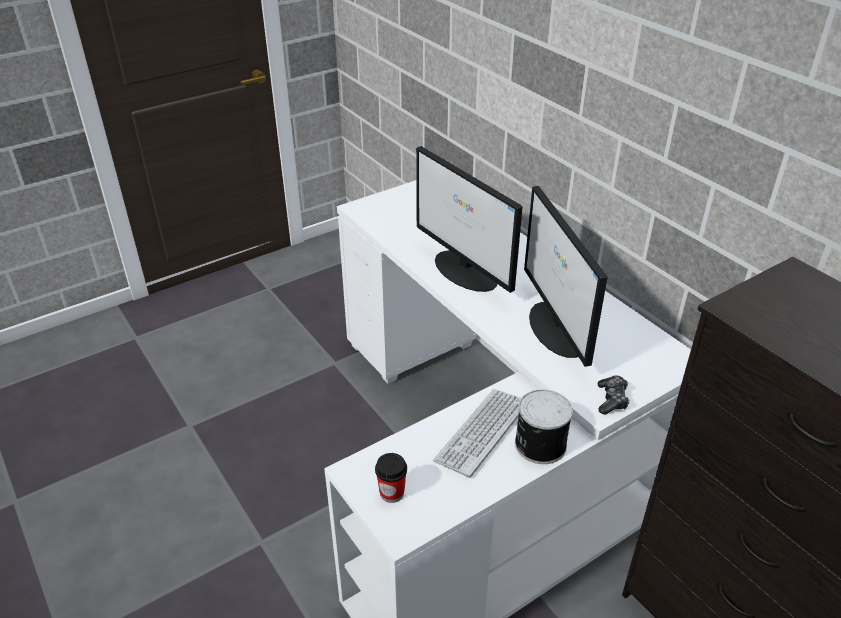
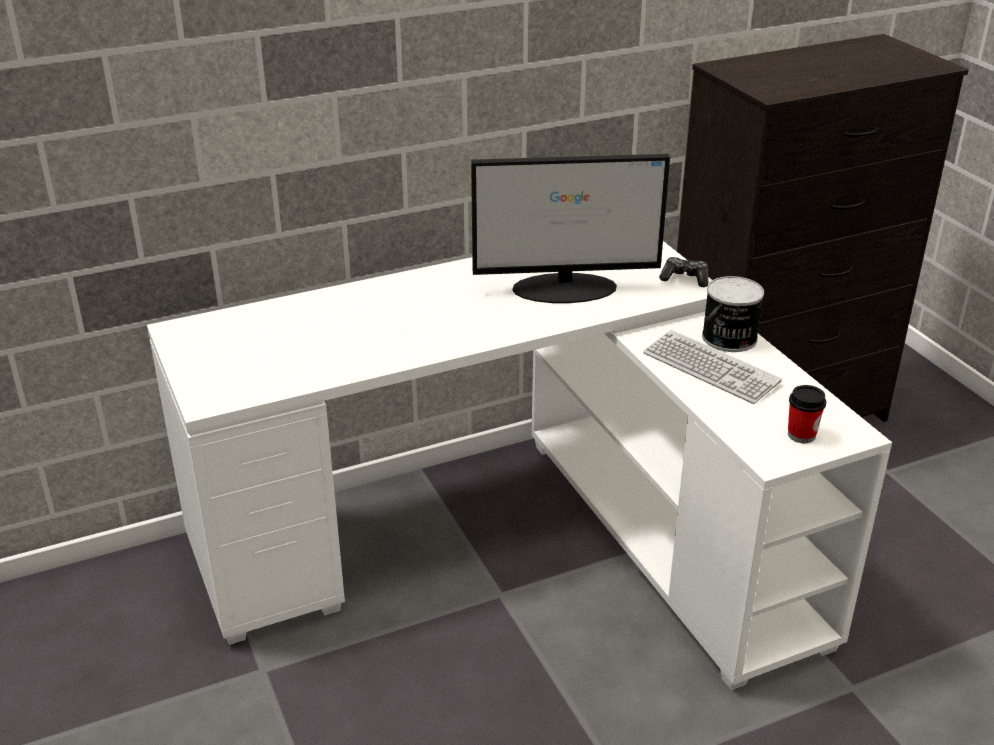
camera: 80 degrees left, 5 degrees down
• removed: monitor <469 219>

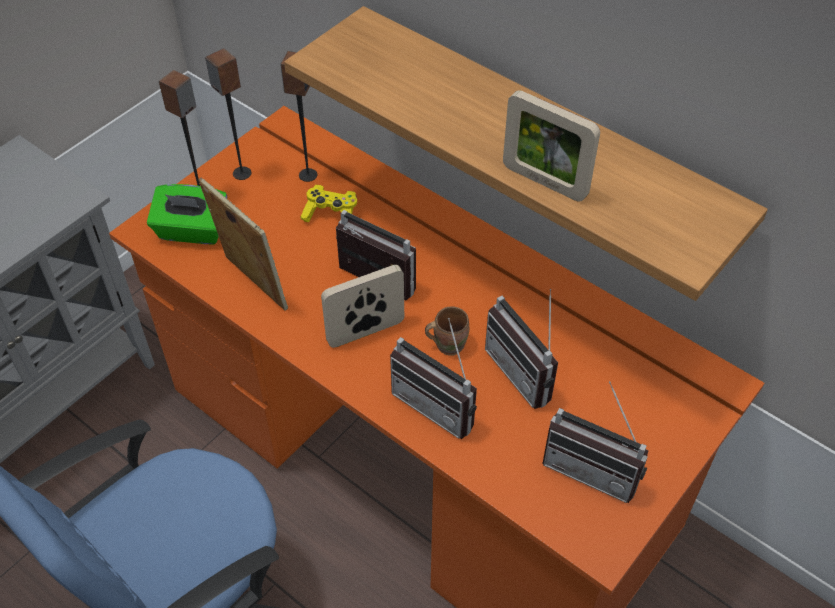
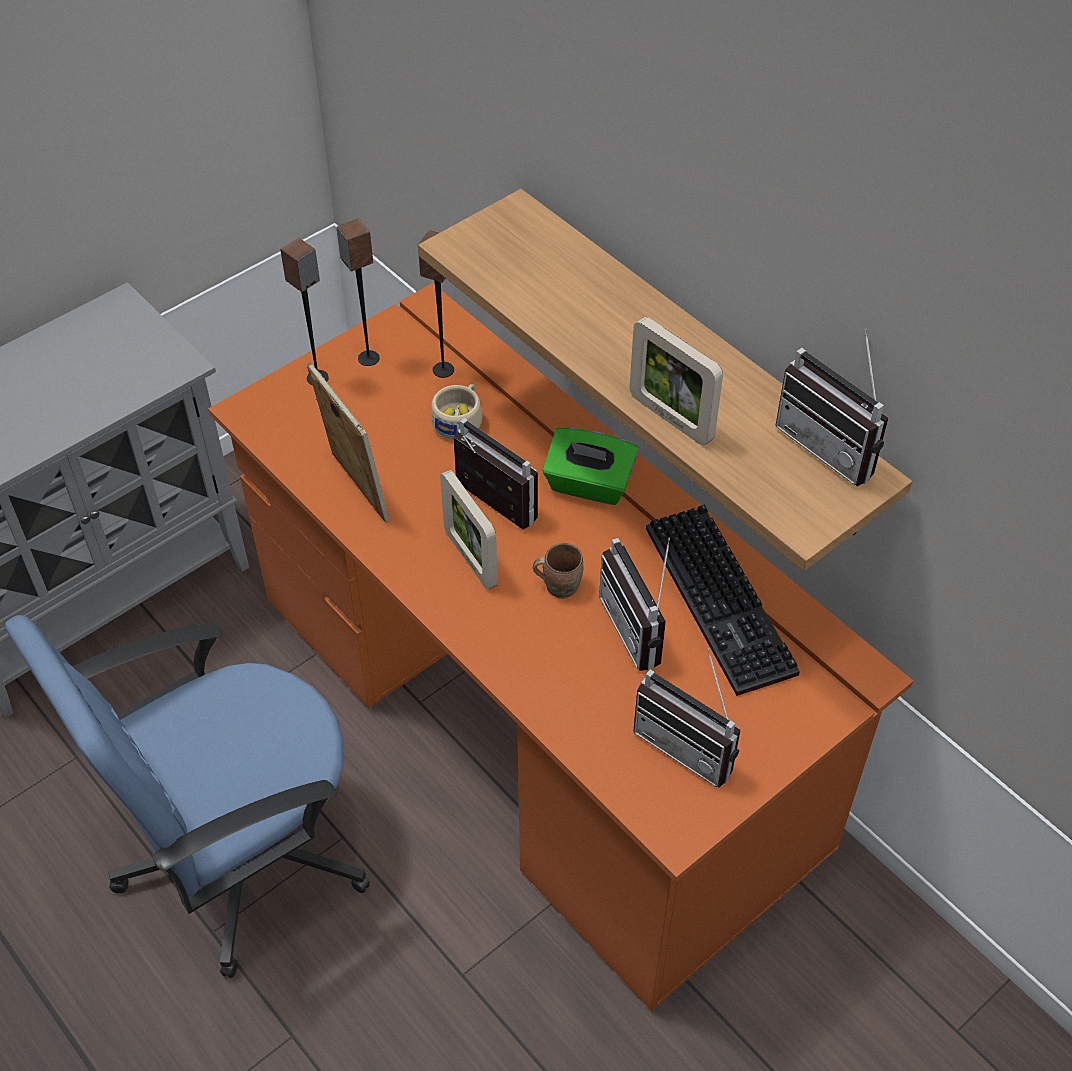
camera: 10 degrees right, 0 degrees up
• moved: green tissue holder <187 214> to <590 466>
• replaced: yellow-coloured game controller <328 203> to beige drinking cup <457 412>
• turned: photo frame <362 306> = <469 530> 105 degrees counterclockwise
• moved: radio set <433 378> to <831 407>
• added: PC keyboard <723 600>

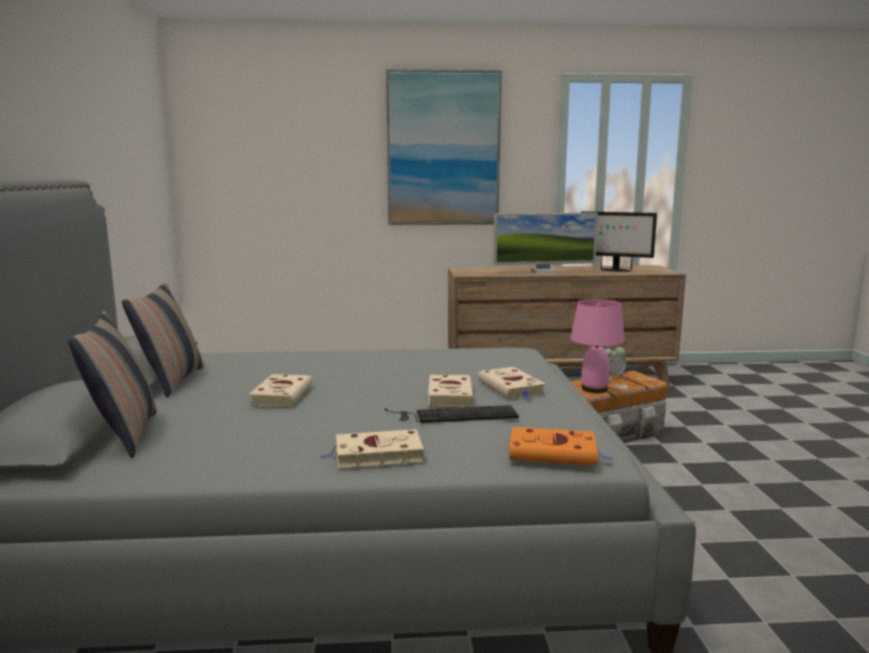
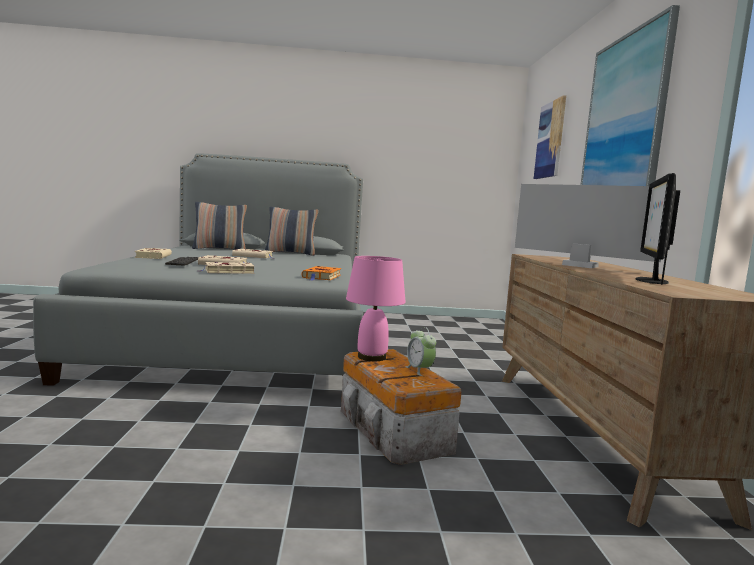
camera: 90 degrees right, 5 degrees down
• turned: monitor <545 243> = <588 226> 135 degrees clockwise
• moved: orange-coloured book <560 446> to <321 273>
• added: wall art <550 137>

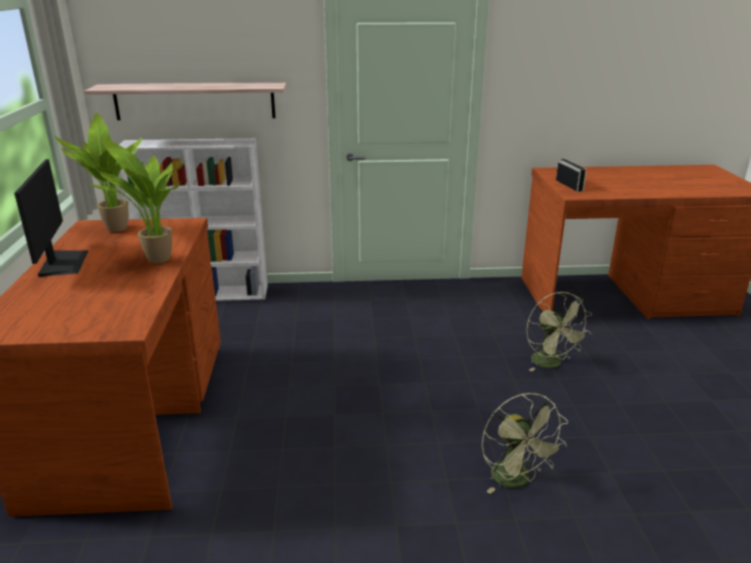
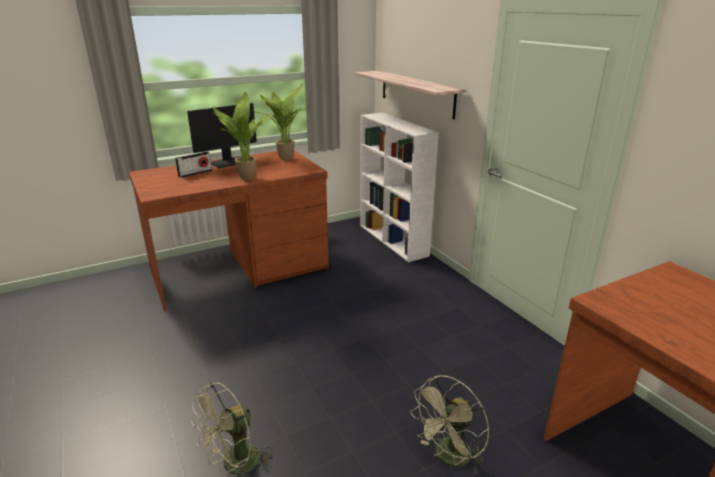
camera: 65 degrees right, 0 degrees up
• moved: radio set <571 175> to <193 164>

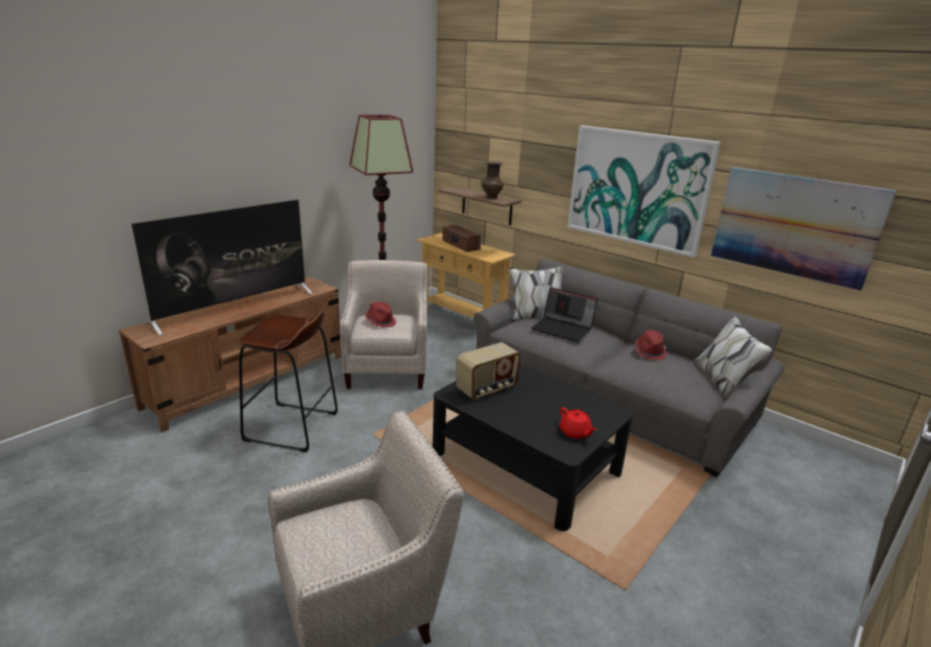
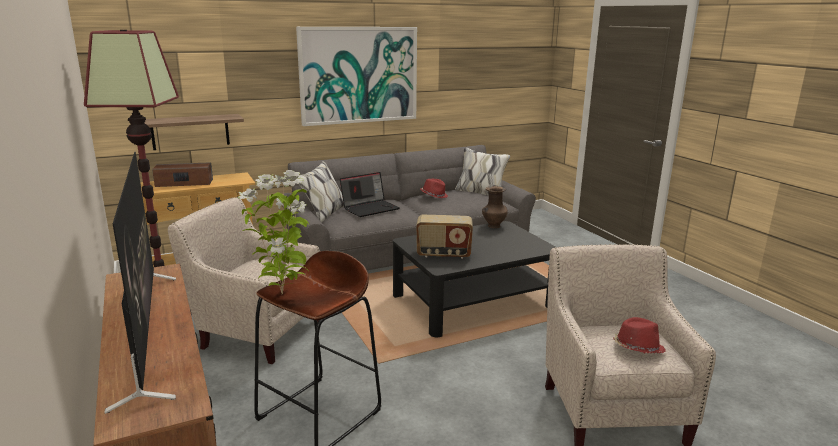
camera: 65 degrees left, 5 degrees down
• moved: brownish flower vase <492 180> to <495 207>
• removed: wall art <804 229>
• moved: red wearable hat <380 315> to <640 335>
• turned: radio set <488 371> = <444 236> 105 degrees clockwise
• removed: red pot for tea <578 423>
• added: potted plant <273 232>

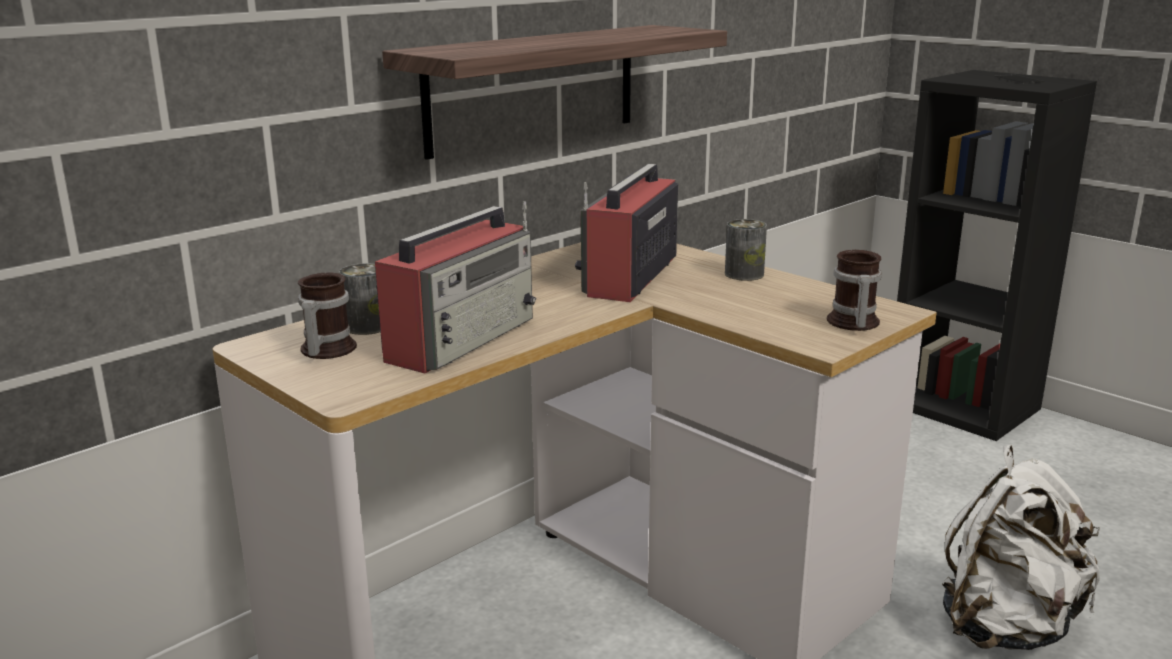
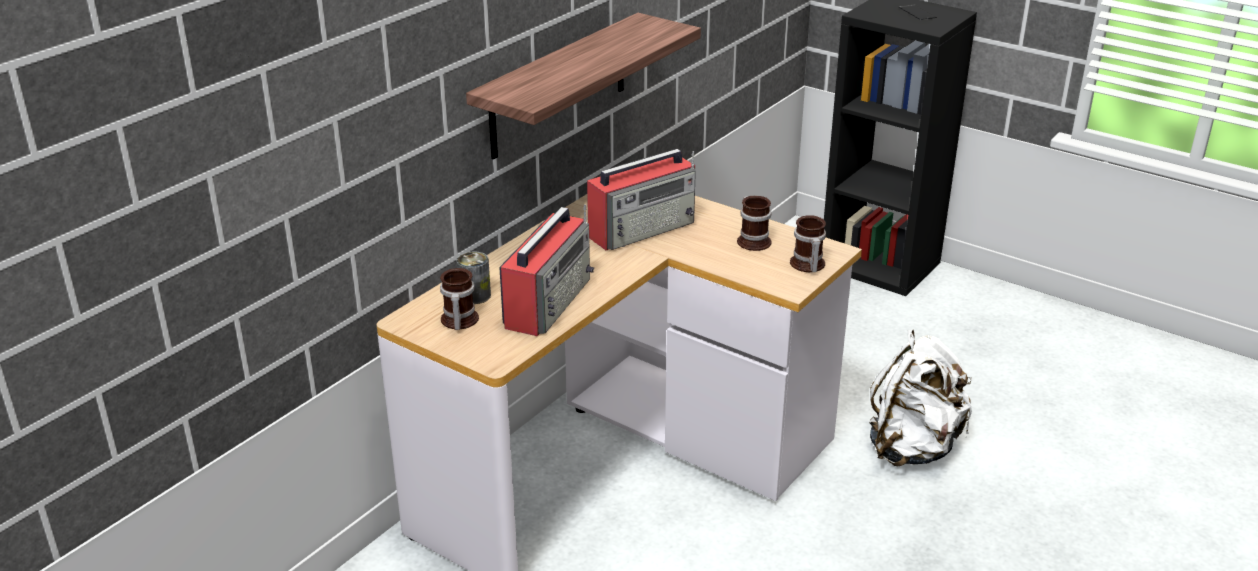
camera: 10 degrees left, 10 degrees up
• turned: radio set <626 233> = <641 199> 135 degrees counterclockwise
• removed: sealed can <746 250>
• added: mug <754 223>

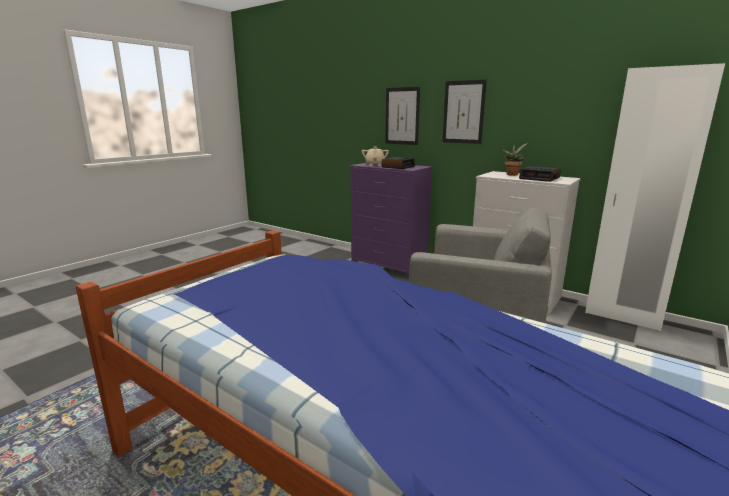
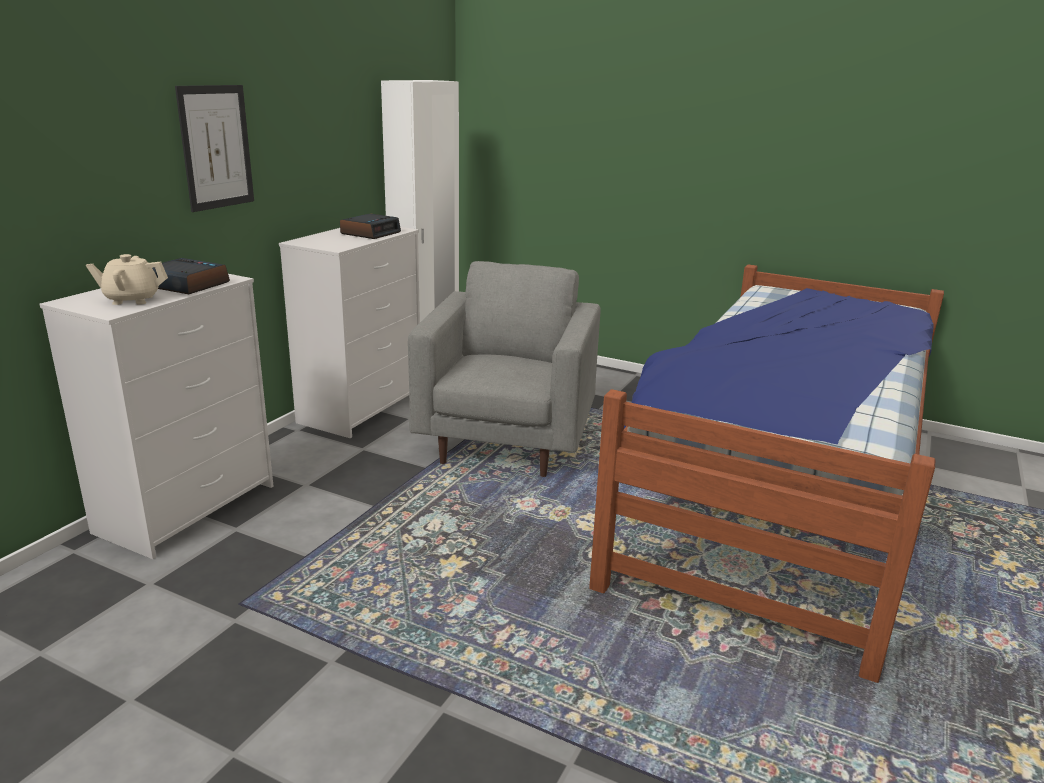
camera: 100 degrees left, 5 degrees up
• removed: wall art <402 116>
• removed: potted plant <514 159>
• recoloured: purplish chest of drawers <391 220> to whitish chest of drawers <156 416>

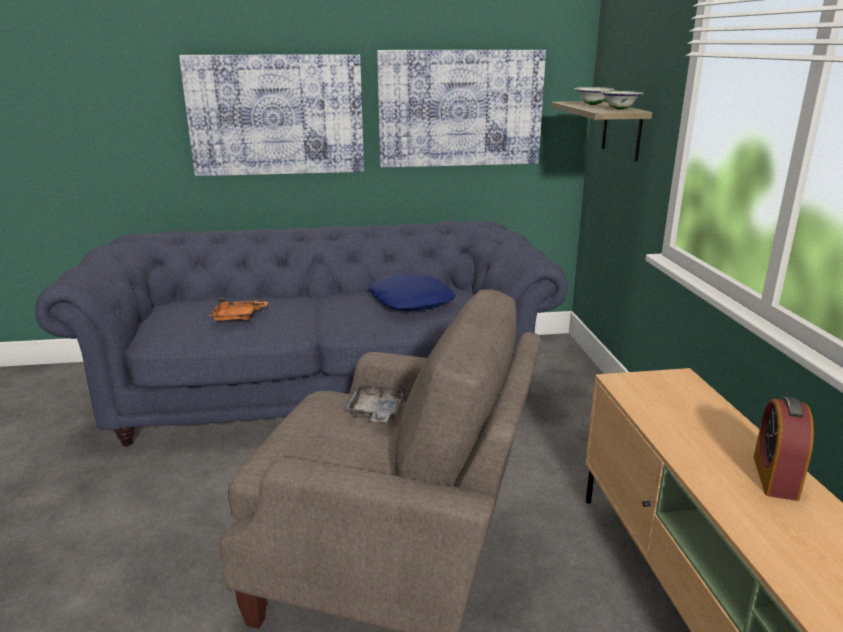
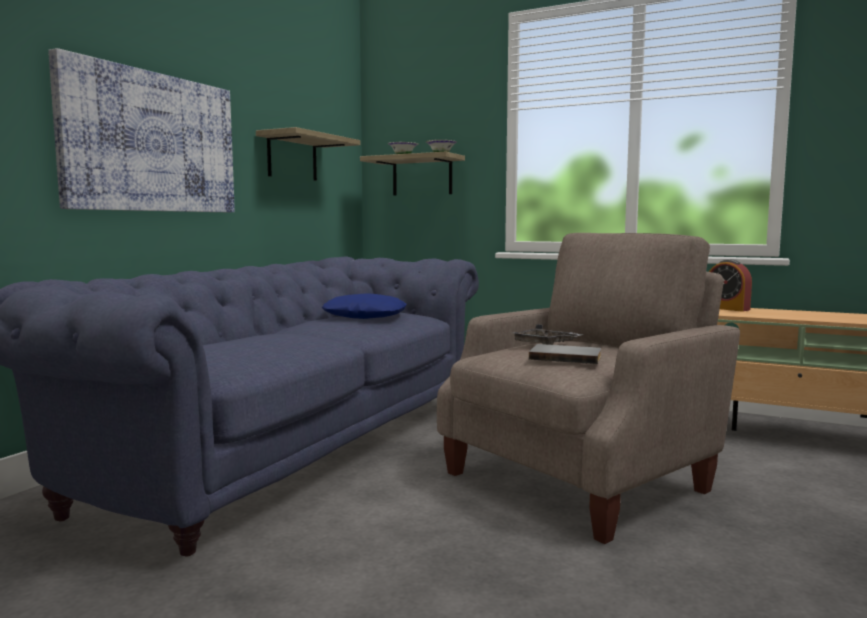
camera: 55 degrees left, 15 degrees down
• replaced: wall art <461 108> to shelf <308 154>
• removed: orange-coloured serving tray <238 309>
• added: greyish book <565 354>

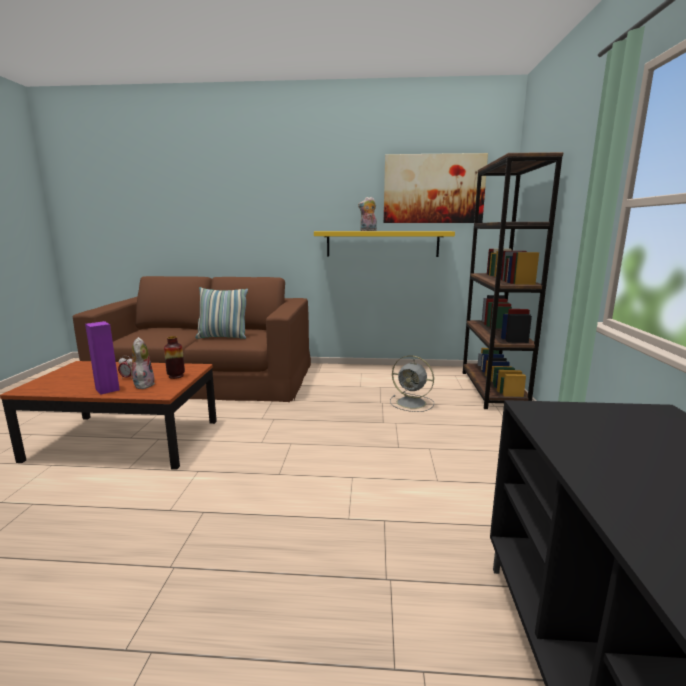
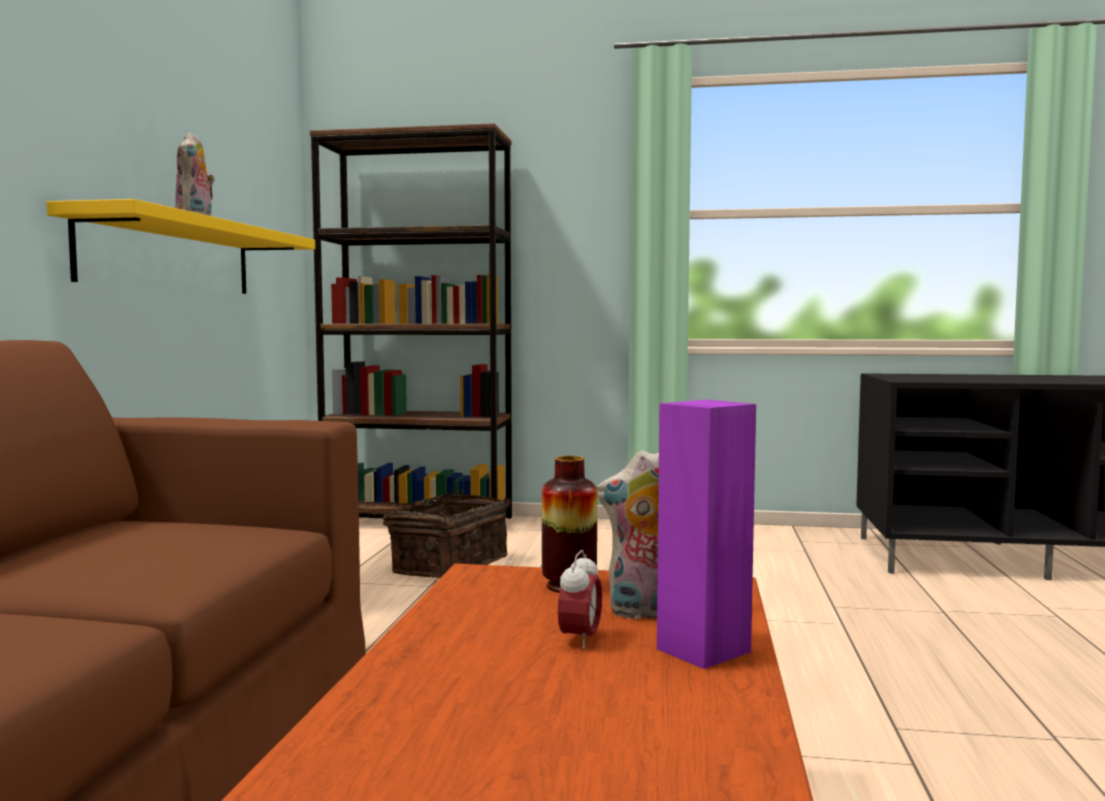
camera: 85 degrees left, 10 degrees down
• removed: wall art <435 188>
• removed: throw pillow <221 313>
• replaced: greyish fan <412 383> to household basket <440 534>

